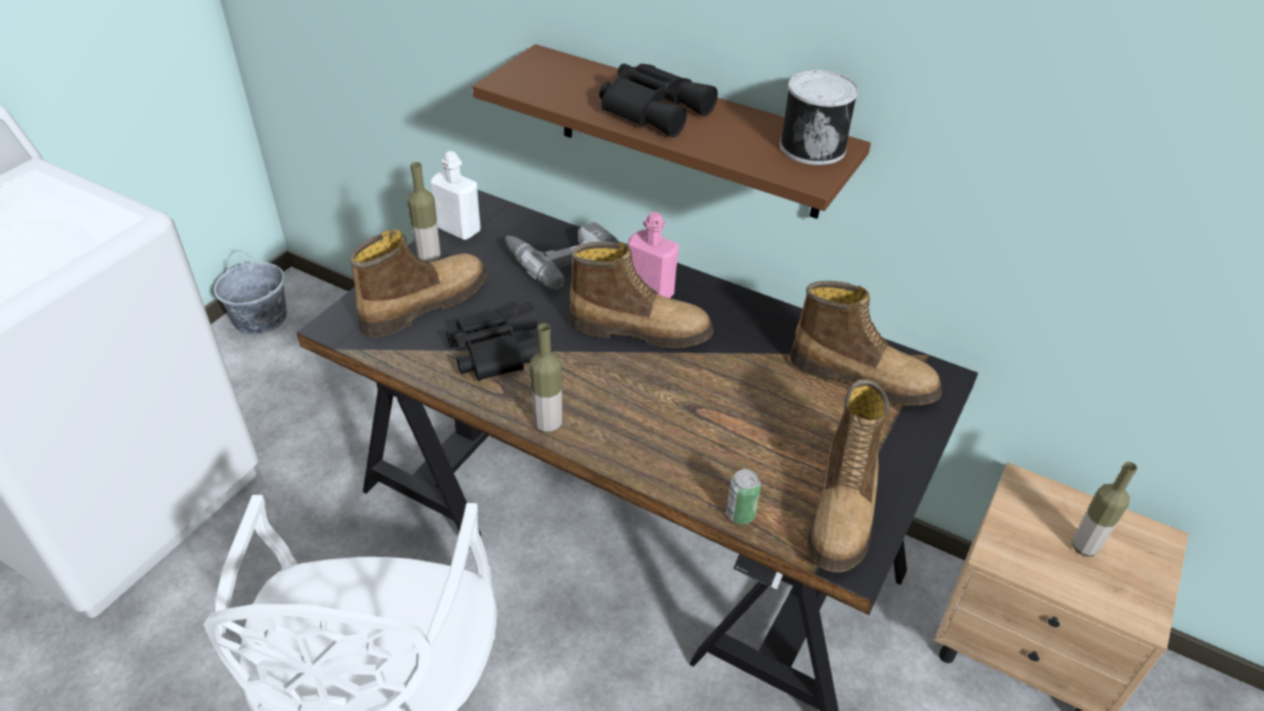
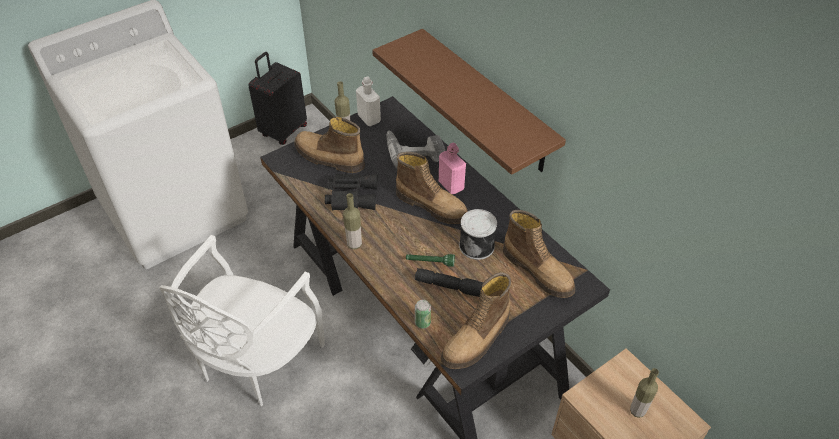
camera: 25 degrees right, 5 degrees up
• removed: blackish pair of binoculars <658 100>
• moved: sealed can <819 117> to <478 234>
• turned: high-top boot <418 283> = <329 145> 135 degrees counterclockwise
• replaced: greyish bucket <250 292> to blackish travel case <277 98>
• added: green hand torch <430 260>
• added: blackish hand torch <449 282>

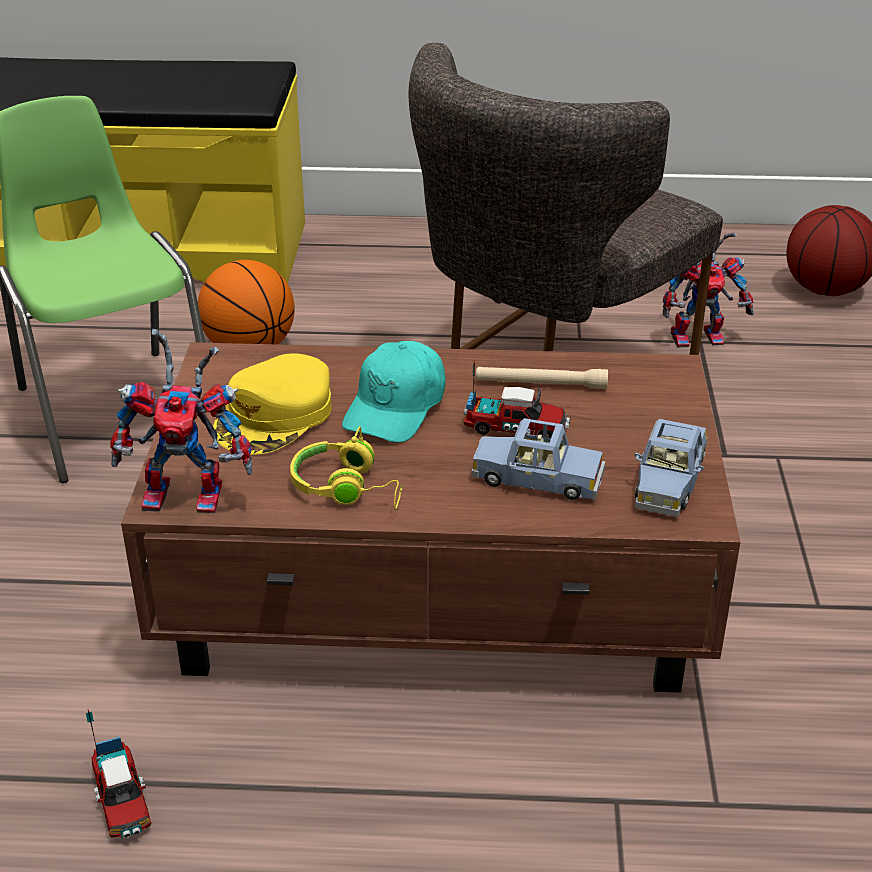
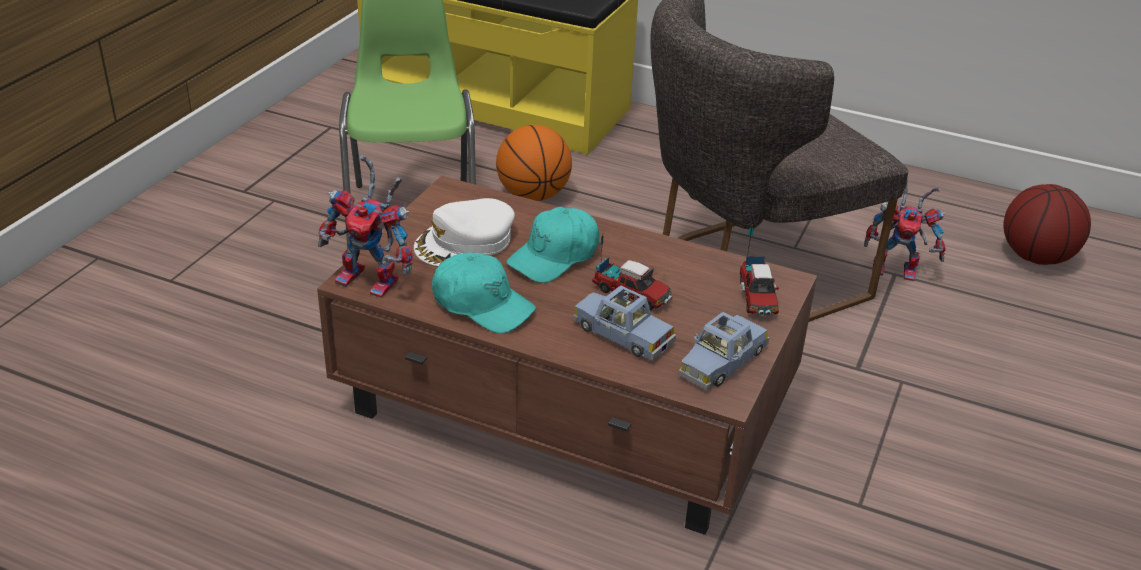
camera: 20 degrees right, 0 degrees up
• recoloured: yellow-coloured cap <272 404> to whitish cap <464 232>
• removed: beige hand torch <542 378>
• replaced: yellow-coloured pair of headphones <346 468> to turquoise cap <484 293>
• moved: toy truck <118 773> to <759 270>

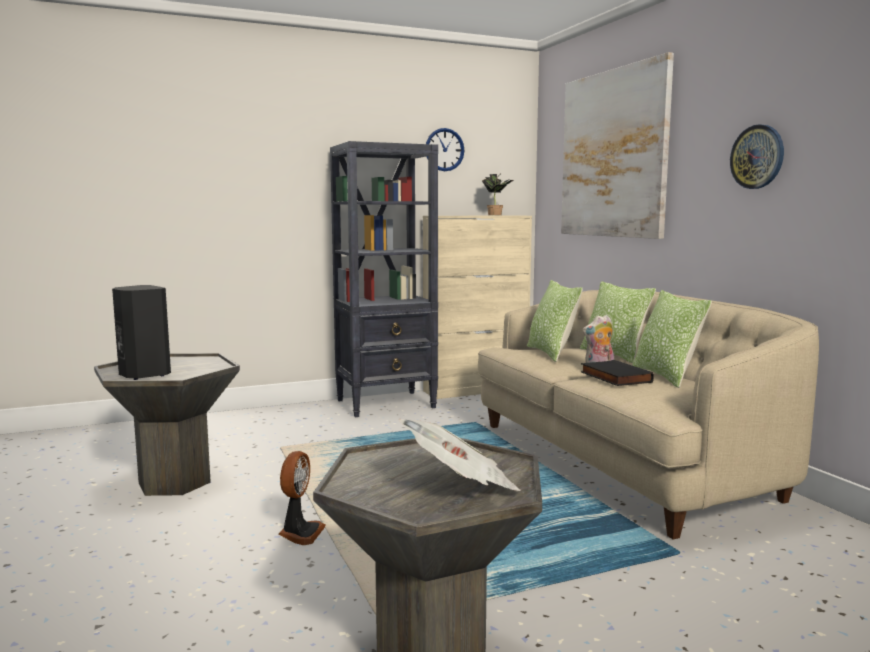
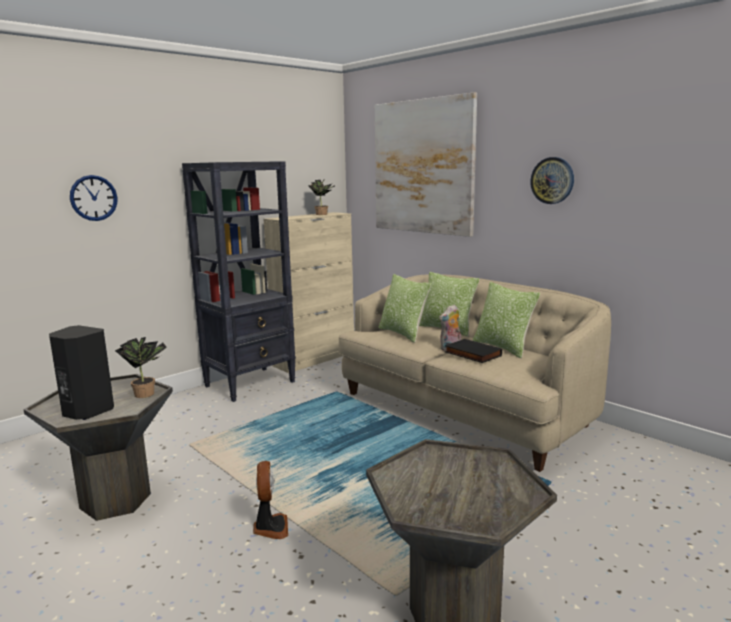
camera: 20 degrees left, 5 degrees up
• moved: clock on the wall <445 149> to <93 198>
• removed: printed paper <460 455>
• added: potted plant <141 367>

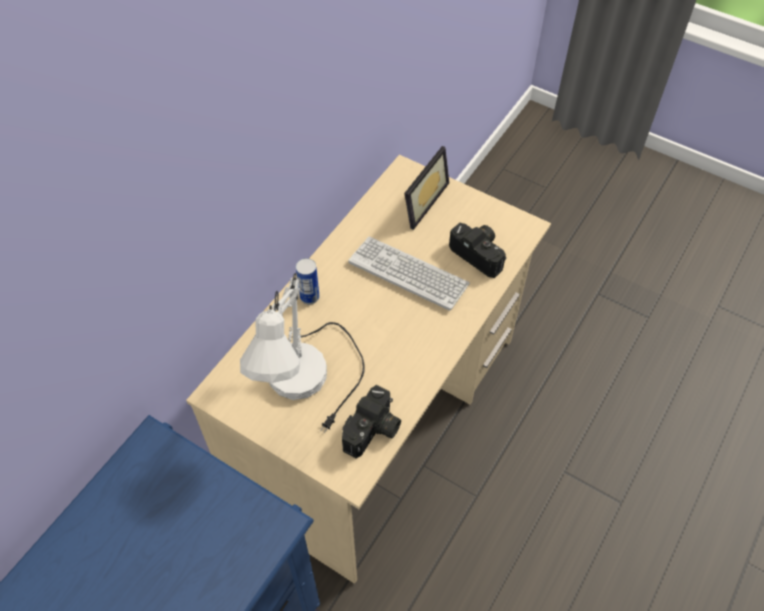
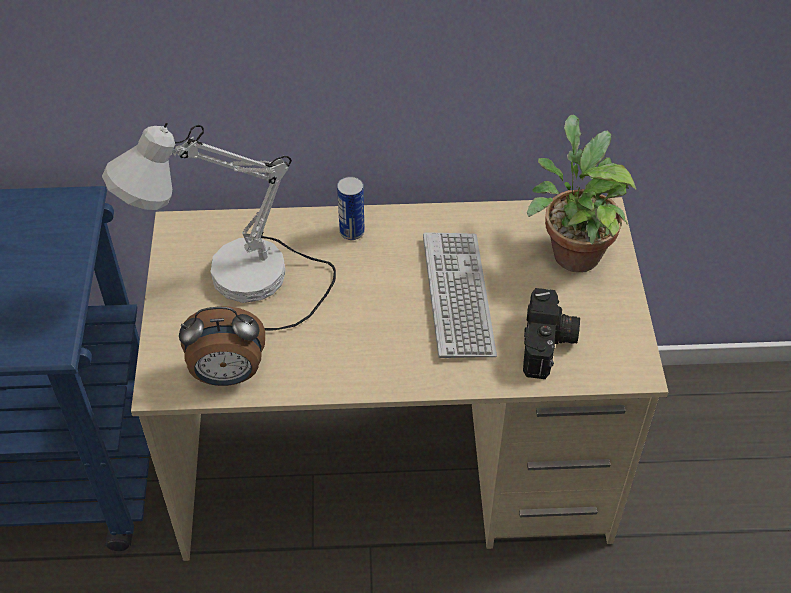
camera: 55 degrees right, 5 degrees down
• replaced: photo frame <426 188> to potted plant <581 193>
• replaced: photo camera <371 421> to bedside clock <222 346>

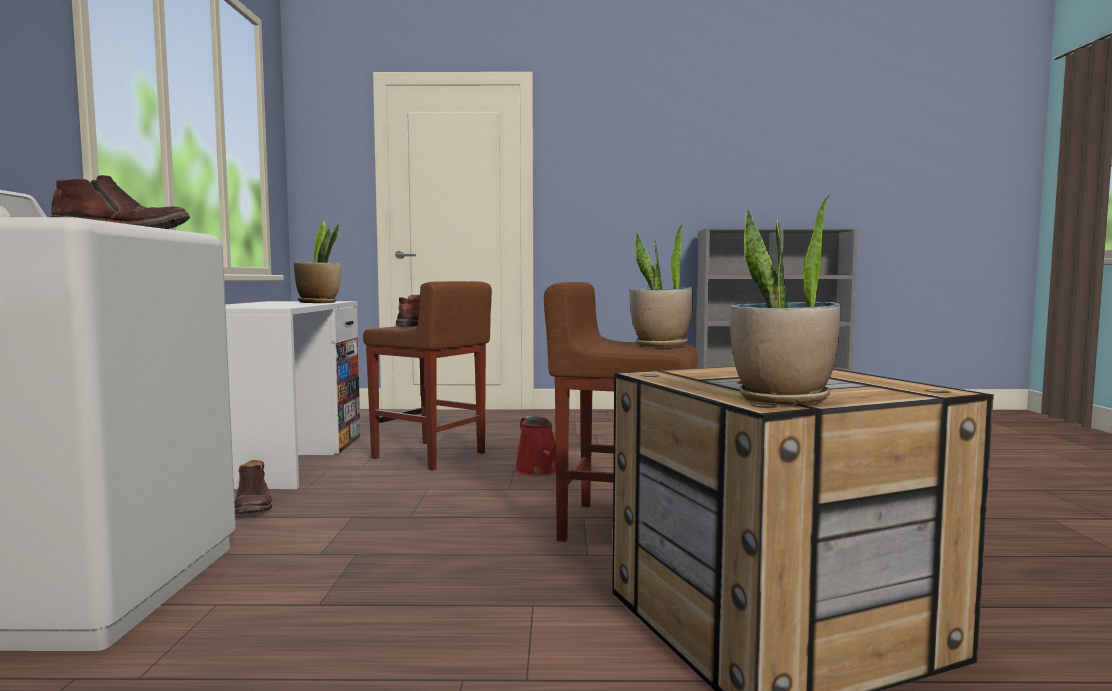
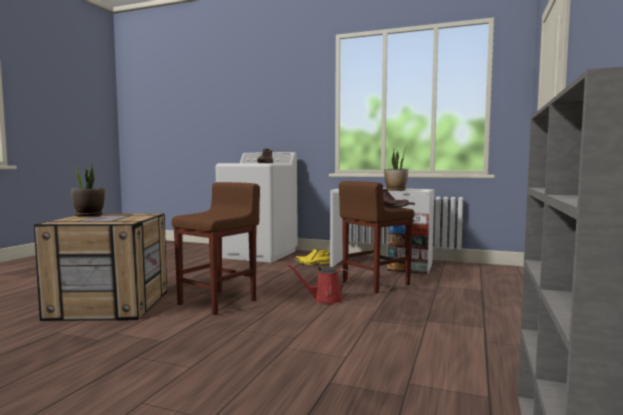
camera: 110 degrees right, 0 degrees up
• removed: potted plant <661 286>
• recoloured: brownish high-top boot <253 487> to yellow-coloured high-top boot <312 256>

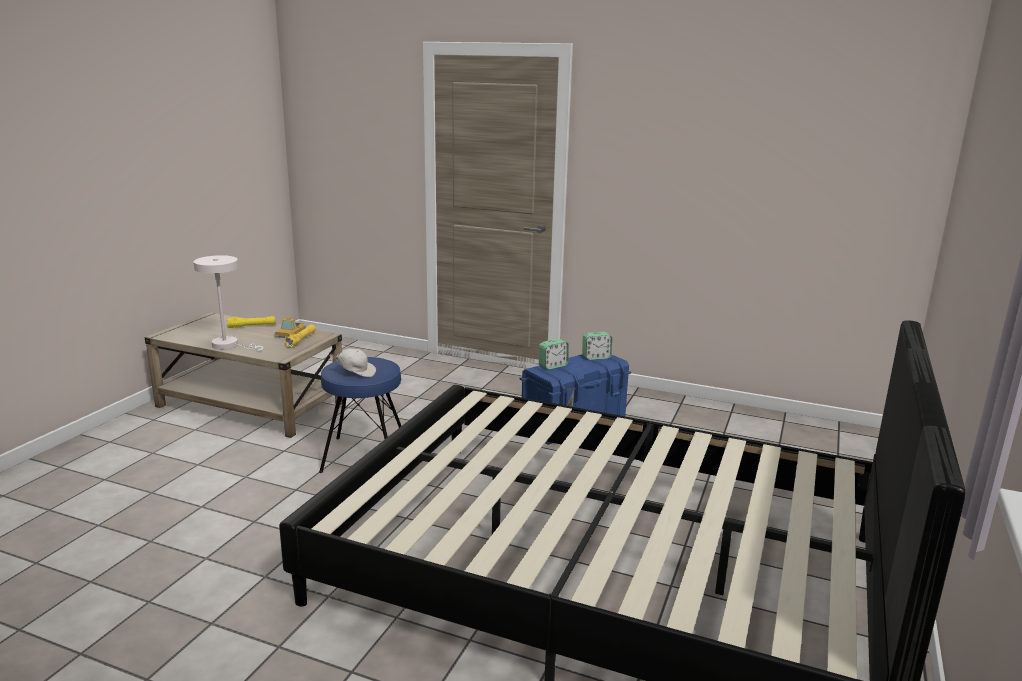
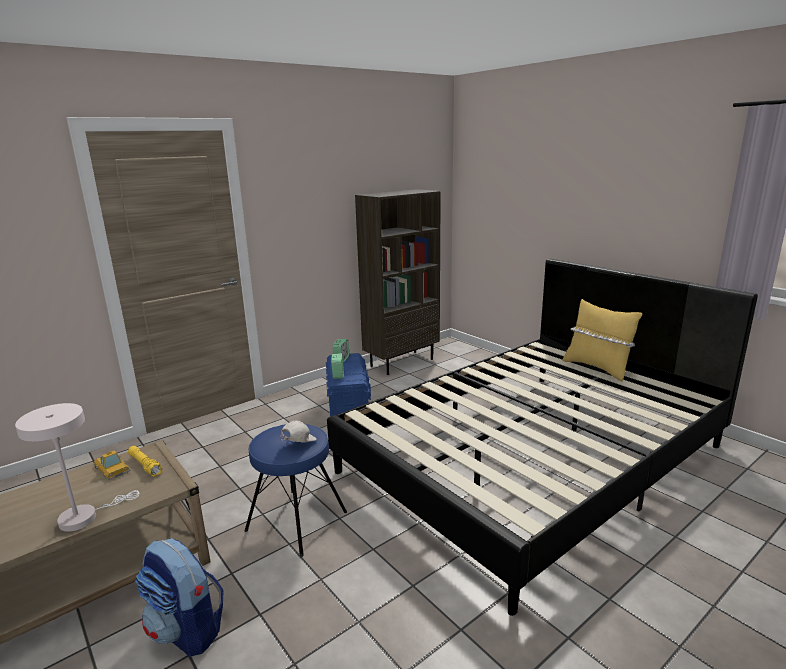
camera: 60 degrees left, 0 degrees up
• removed: yellow-coloured hand torch <251 322>
• added: brownish bookcase <398 282>
• added: yellow-coloured throw pillow <602 340>
• added: backpack <180 597>

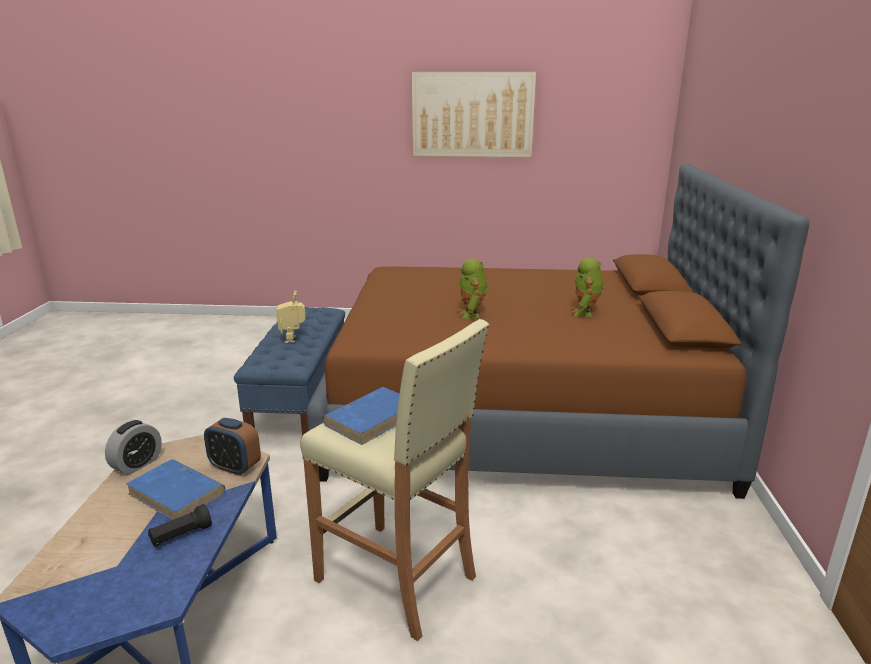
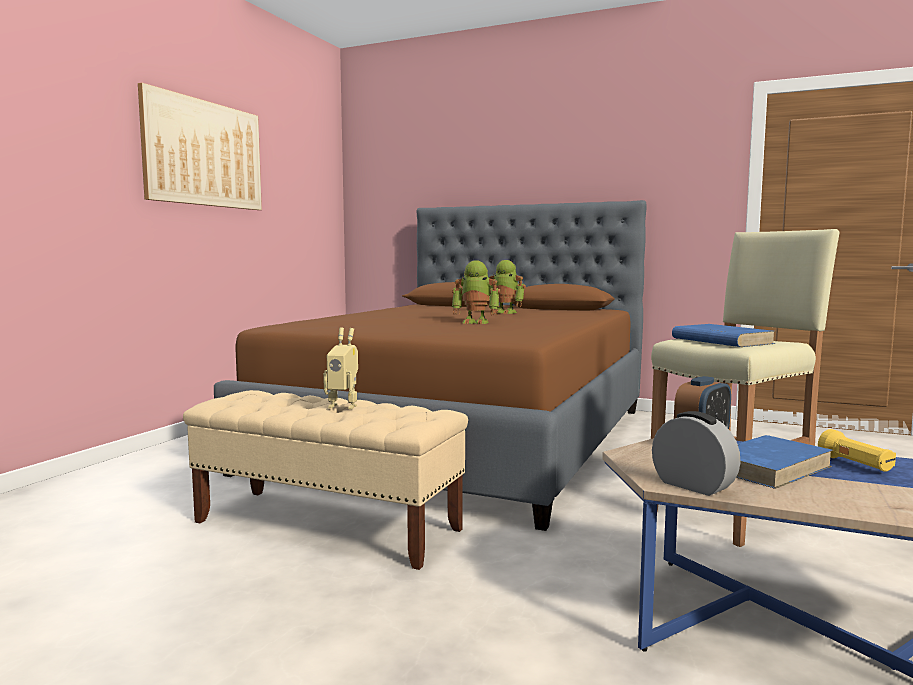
camera: 70 degrees left, 15 degrees down
• recoloured: bluish bench <289 371> to beige bench <325 480>
• recoloured: blackish hand torch <180 525> to yellow-coloured hand torch <857 450>

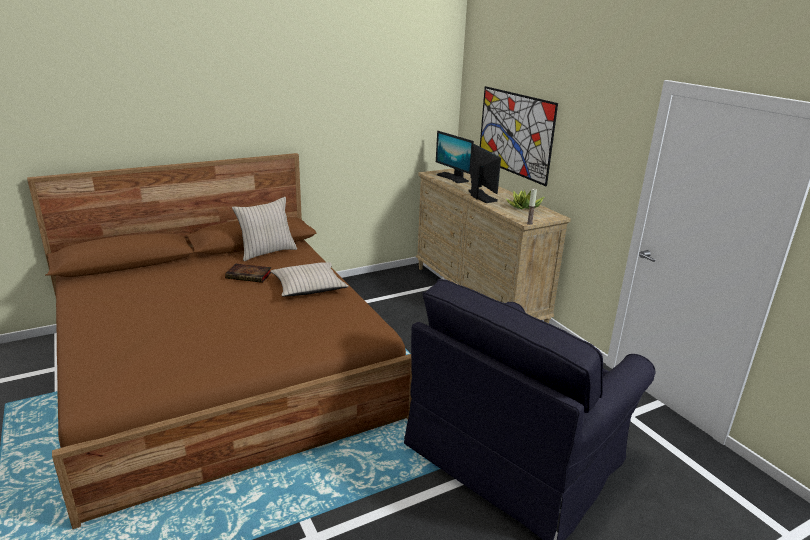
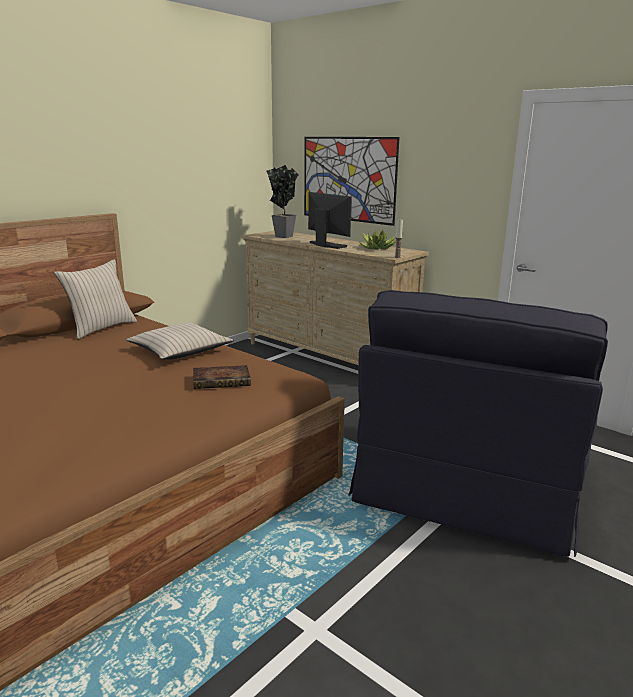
camera: 20 degrees left, 5 degrees down
• replaced: monitor <455 157> to potted plant <282 201>
• moved: book <248 273> to <222 377>

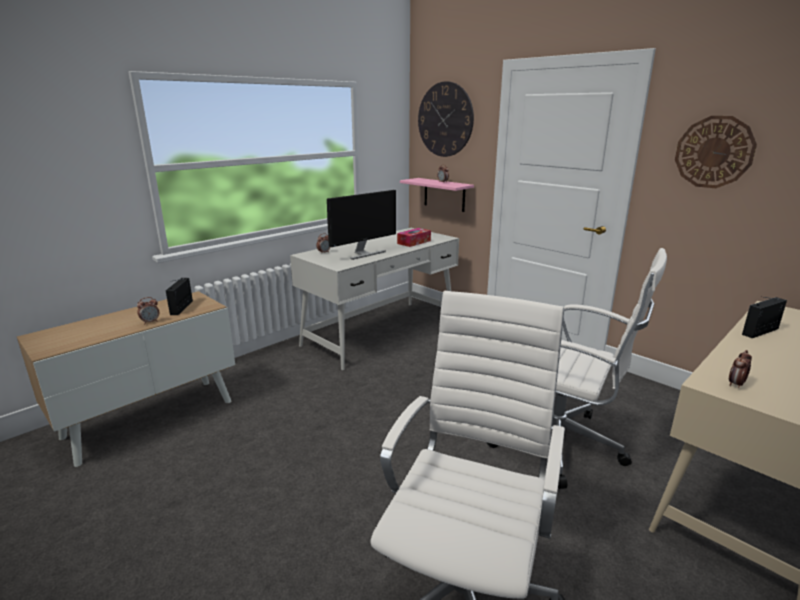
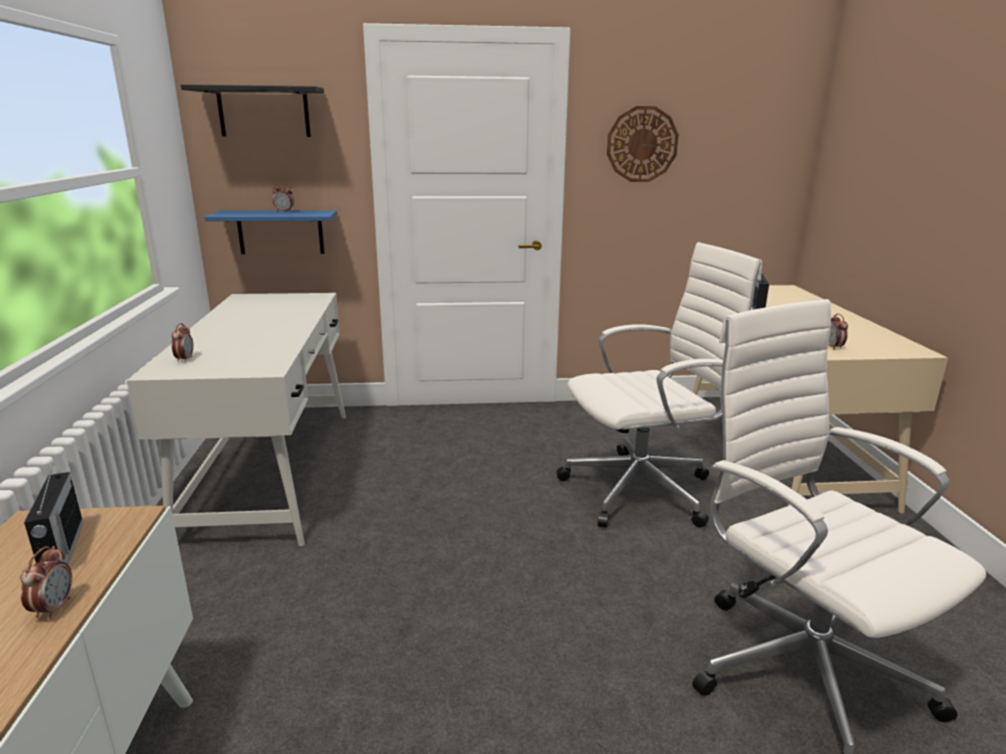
camera: 50 degrees left, 0 degrees up
• replaced: clock on the wall <446 119> to blackish shelf <252 110>
• recoloured: pinkish shelf <437 195> to bluish shelf <270 232>
• removed: monitor <361 225>
• removed: tissue holder <414 237>
• turned: radio set <179 296> = <53 513> 150 degrees counterclockwise

